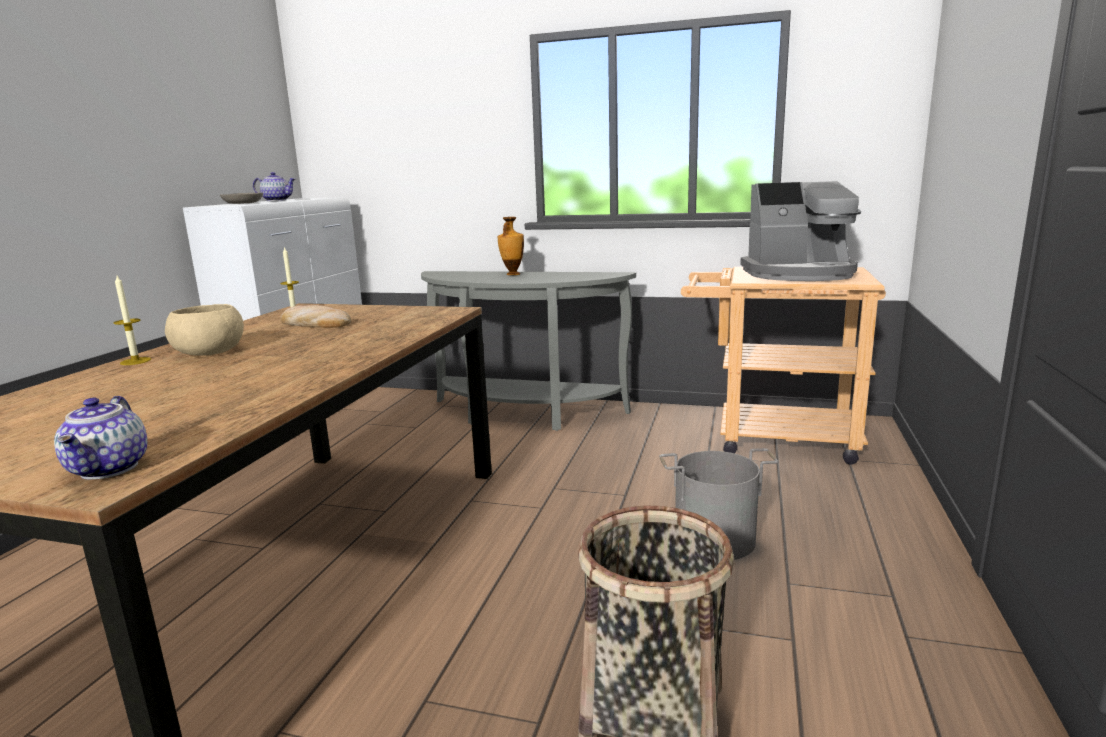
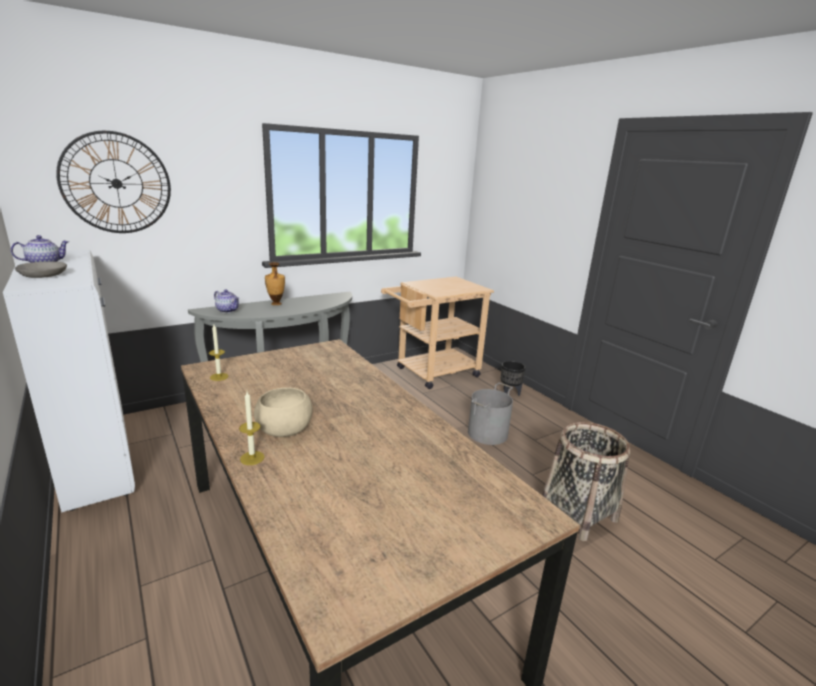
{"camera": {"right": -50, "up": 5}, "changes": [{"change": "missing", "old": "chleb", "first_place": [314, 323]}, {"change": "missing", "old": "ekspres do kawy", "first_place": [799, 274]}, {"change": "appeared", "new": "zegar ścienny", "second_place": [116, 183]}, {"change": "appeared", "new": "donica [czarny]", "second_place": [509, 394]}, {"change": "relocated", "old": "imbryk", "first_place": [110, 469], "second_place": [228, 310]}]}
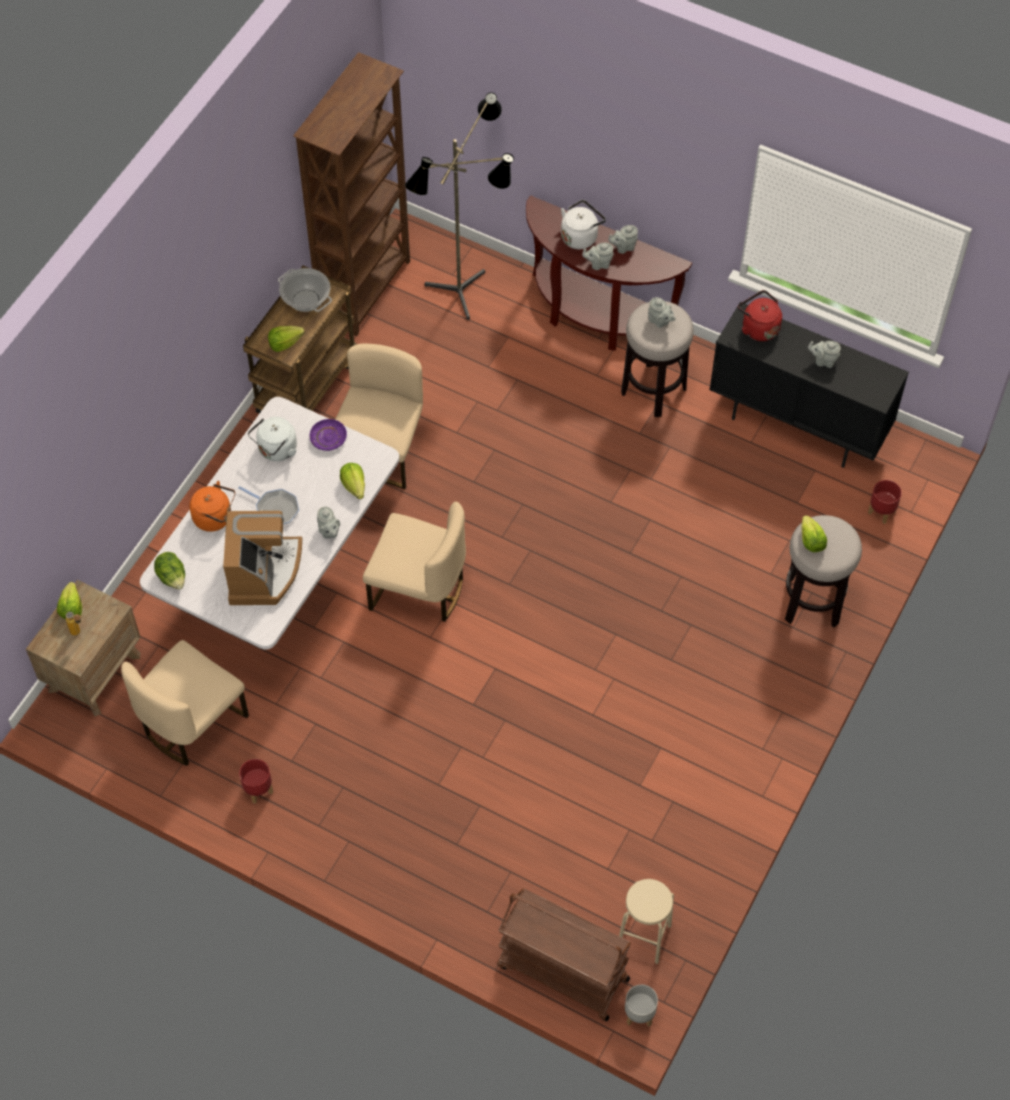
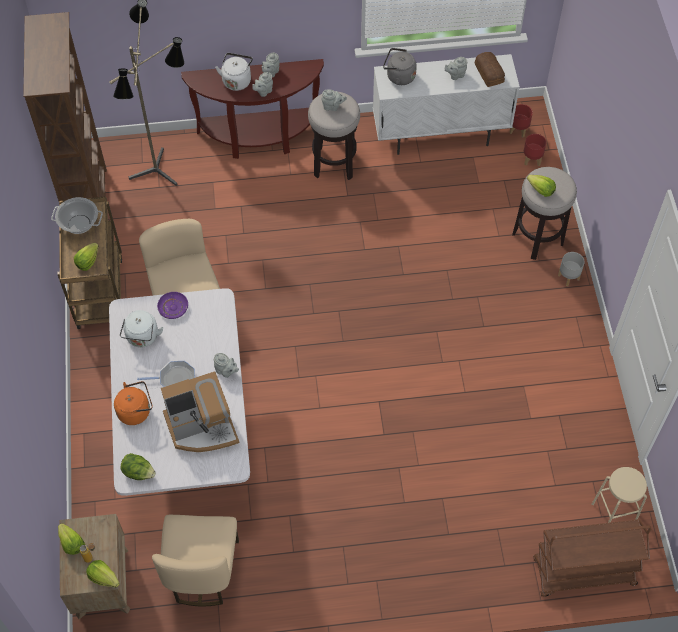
{"camera": {"right": -35, "up": 0}, "changes": [{"change": "missing", "old": "krzesło [beżowy]", "first_place": [418, 590]}, {"change": "appeared", "new": "chleb", "second_place": [489, 73]}, {"change": "relocated", "old": "donica [czerwony]", "first_place": [257, 790], "second_place": [518, 130]}, {"change": "relocated", "old": "sałata", "first_place": [354, 486], "second_place": [104, 577]}, {"change": "relocated", "old": "donica [szary]", "first_place": [639, 1014], "second_place": [568, 277]}, {"change": "colour", "old": "szafka [czarny]", "new": "szafka [biały]", "first_place": [798, 425], "second_place": [440, 135]}, {"change": "colour", "old": "czajnik [czerwony]", "new": "czajnik [szary]", "first_place": [758, 327], "second_place": [398, 76]}, {"change": "spun", "old": "ekspres do kawy", "first_place": [263, 572], "second_place": [202, 427], "degrees": 105}]}
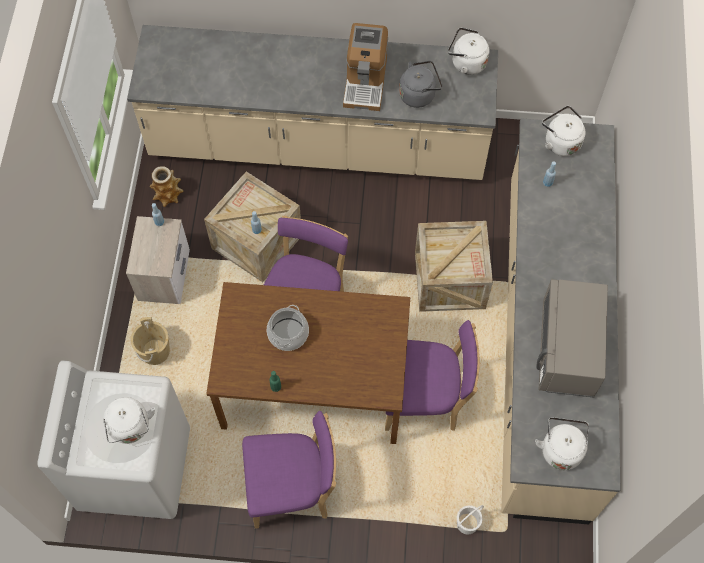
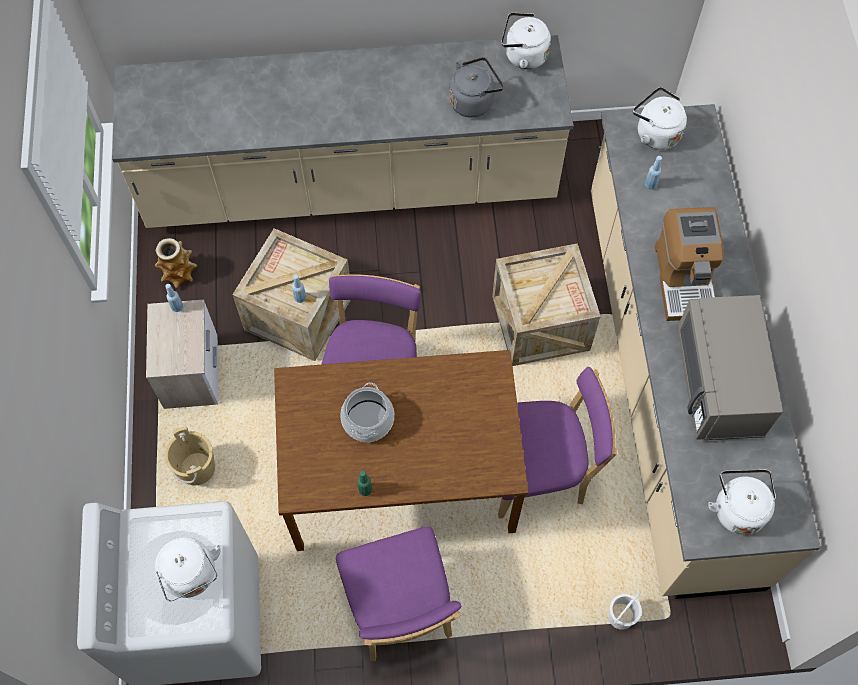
{"camera": {"right": -10, "up": 0}, "changes": [{"change": "relocated", "old": "ekspres do kawy", "first_place": [365, 81], "second_place": [684, 279]}, {"change": "spun", "old": "krzesło [fioletowy]", "first_place": [293, 490], "second_place": [400, 611], "degrees": 90}]}
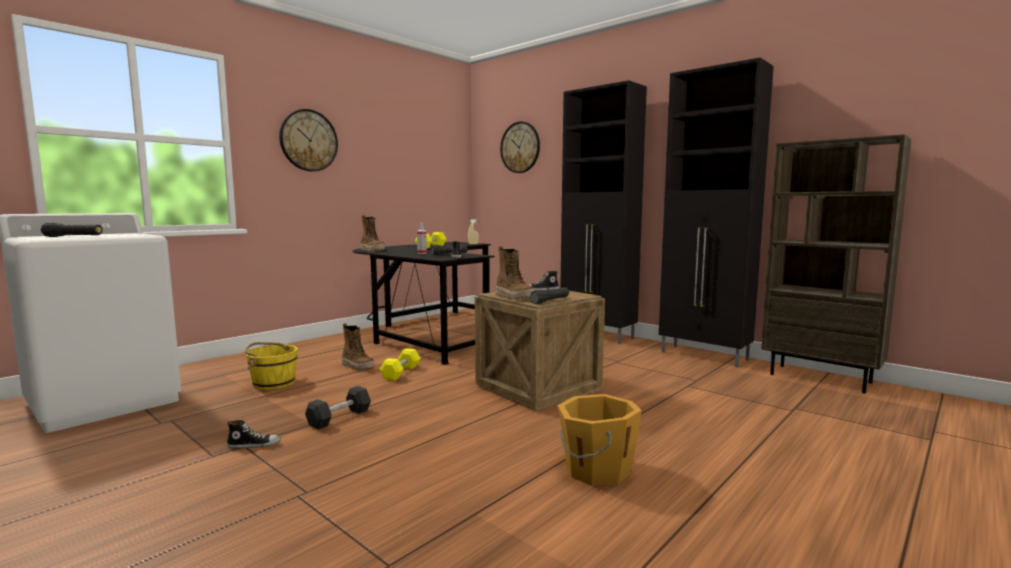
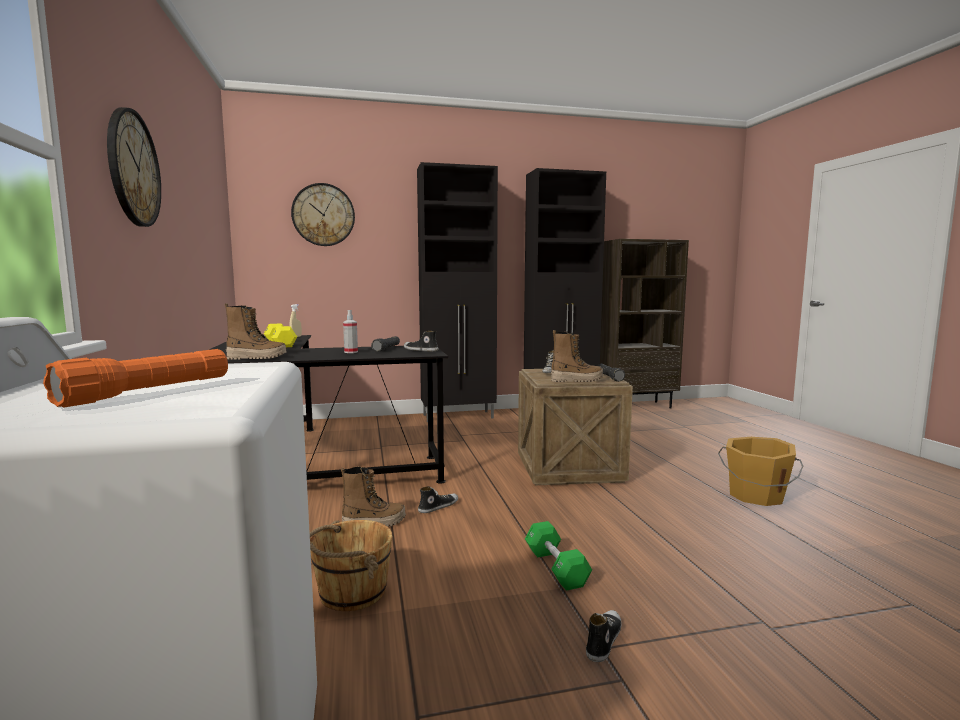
{"camera": {"right": -55, "up": 0}, "changes": [{"change": "exchanged", "old": "hantel [żółty]", "new": "but", "first_place": [401, 372], "second_place": [438, 506]}, {"change": "colour", "old": "latarka [czarny]", "new": "latarka [pomarańczowy]", "first_place": [73, 236], "second_place": [148, 393]}, {"change": "colour", "old": "wiadro [żółty]", "new": "wiadro [brązowy]", "first_place": [273, 383], "second_place": [351, 592]}, {"change": "colour", "old": "hantel [czarny]", "new": "hantel [zielony]", "first_place": [339, 417], "second_place": [556, 568]}]}
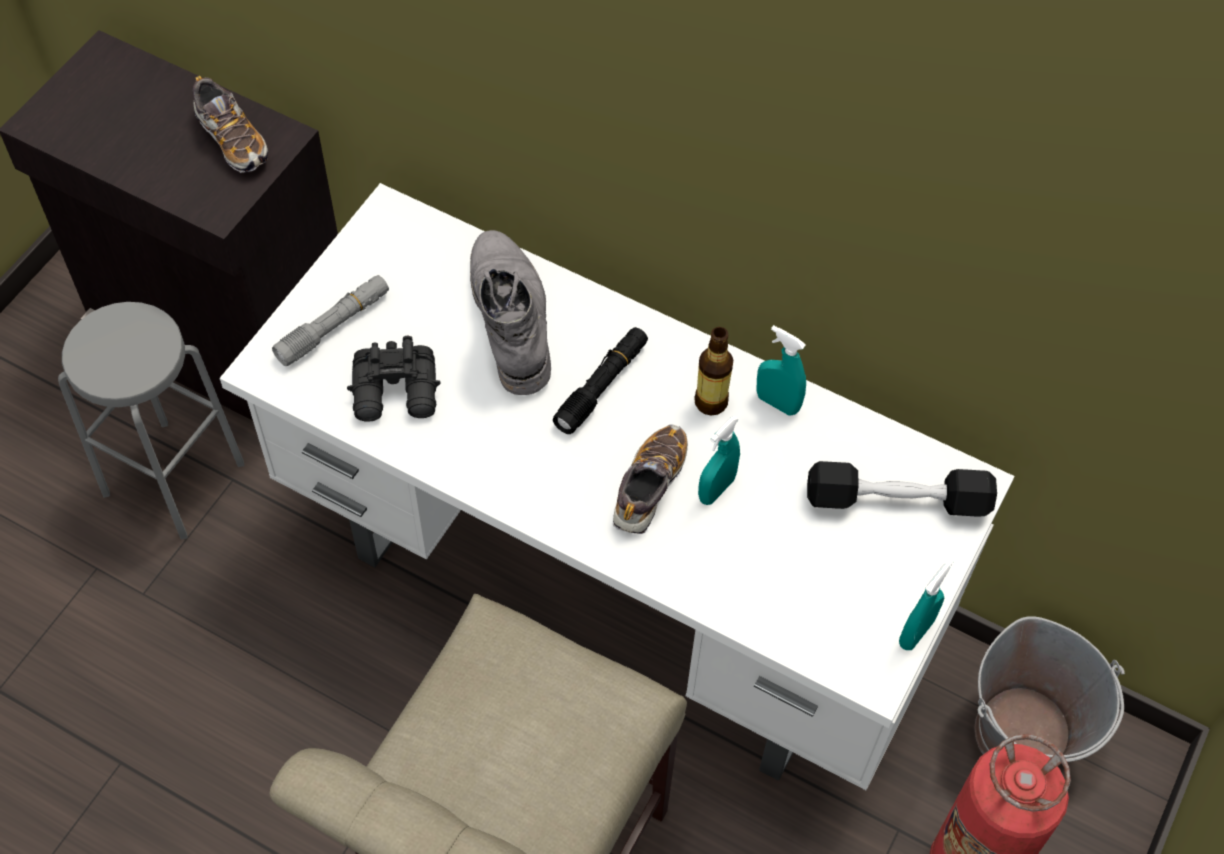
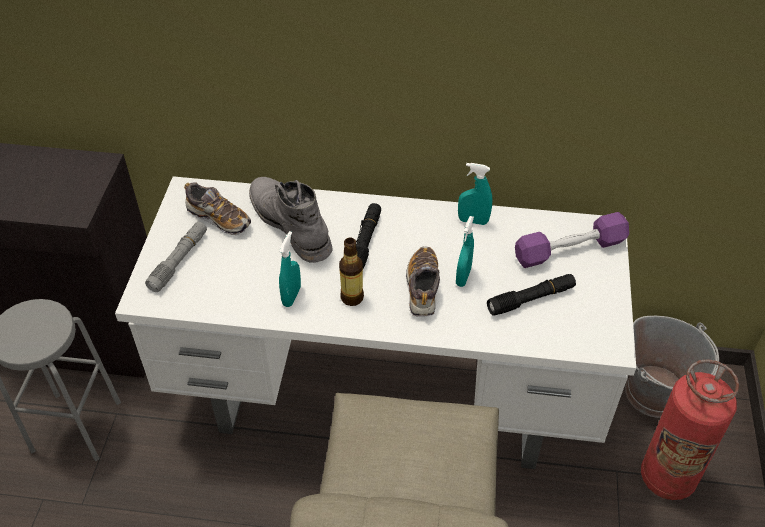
{"camera": {"right": -20, "up": -10}, "changes": [{"change": "missing", "old": "lornetka [czarny]", "first_place": [397, 393]}, {"change": "appeared", "new": "latarka [czarny]", "second_place": [531, 299]}, {"change": "relocated", "old": "but", "first_place": [232, 139], "second_place": [219, 218]}, {"change": "relocated", "old": "butelka", "first_place": [711, 402], "second_place": [352, 297]}, {"change": "relocated", "old": "spryskiwacz [turkusowy]", "first_place": [916, 632], "second_place": [291, 296]}, {"change": "colour", "old": "hantel [czarny]", "new": "hantel [fioletowy]", "first_place": [897, 500], "second_place": [569, 250]}]}
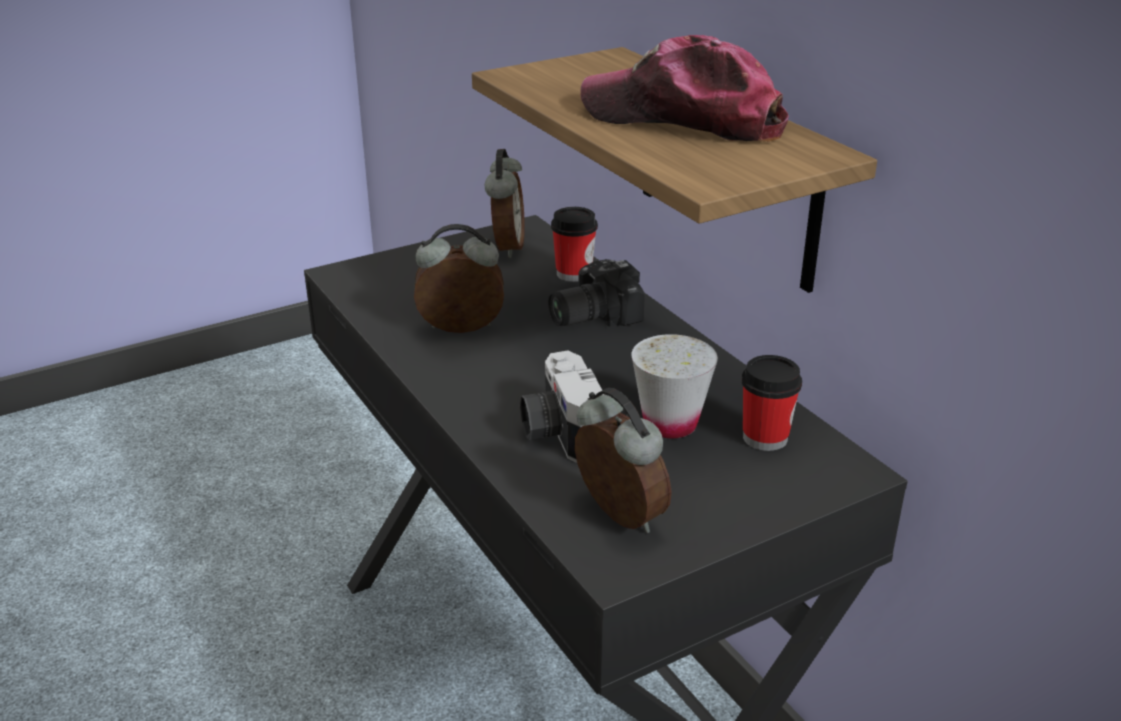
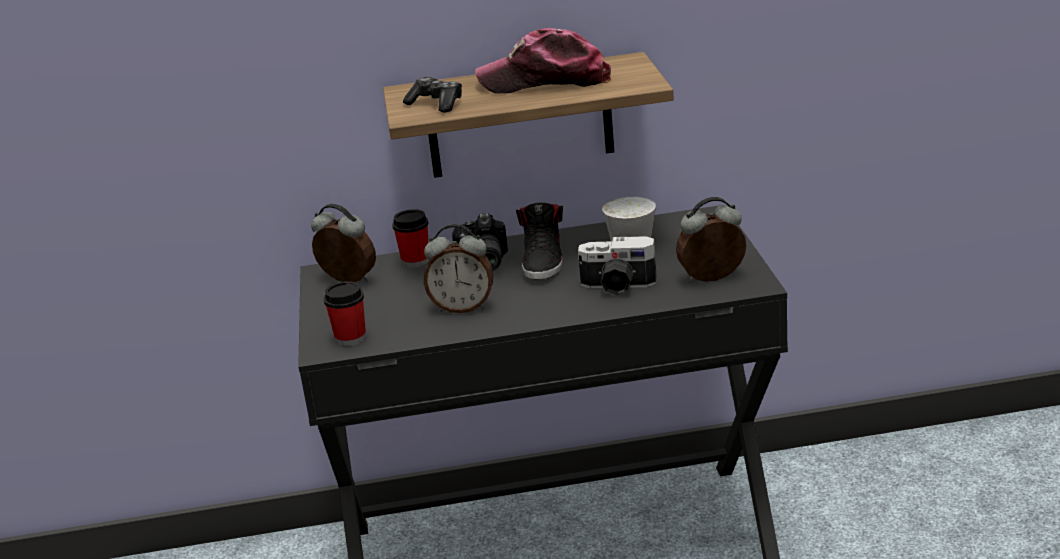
{"camera": {"right": -65, "up": -5}, "changes": [{"change": "appeared", "new": "pad do gier", "second_place": [436, 104]}, {"change": "appeared", "new": "but [czarny]", "second_place": [544, 261]}, {"change": "relocated", "old": "filiżanka", "first_place": [765, 437], "second_place": [350, 338]}, {"change": "spun", "old": "budzik", "first_place": [461, 330], "second_place": [462, 308], "degrees": -105}, {"change": "spun", "old": "czapka z daszkiem", "first_place": [684, 119], "second_place": [545, 81], "degrees": 45}]}
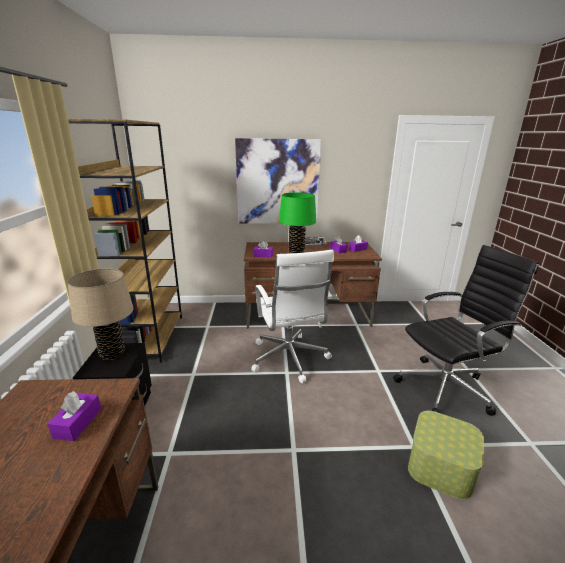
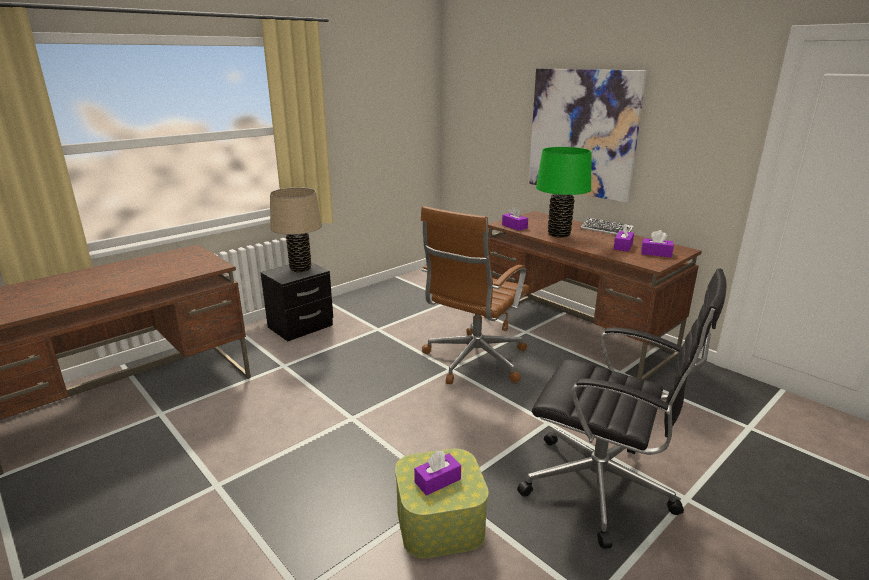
{"camera": {"right": 50, "up": 0}, "changes": [{"change": "missing", "old": "regał [brązowy]", "first_place": [151, 337]}, {"change": "relocated", "old": "pudełko chusteczek [fioletowy]", "first_place": [78, 423], "second_place": [437, 481]}, {"change": "colour", "old": "krzesło biurowe [biały]", "new": "krzesło biurowe [brązowy]", "first_place": [289, 359], "second_place": [473, 361]}]}
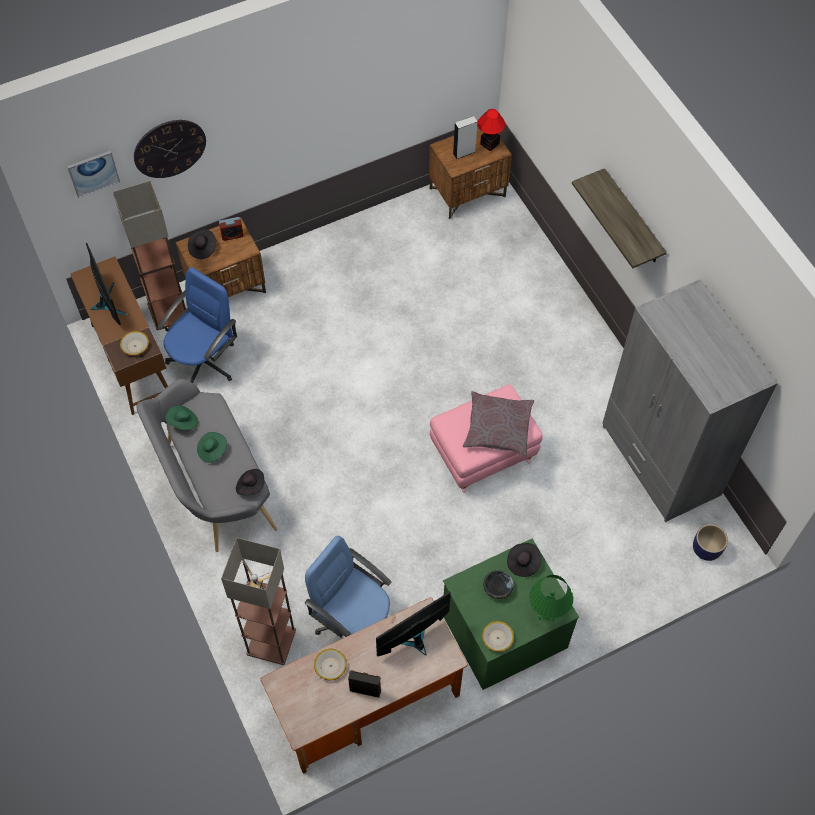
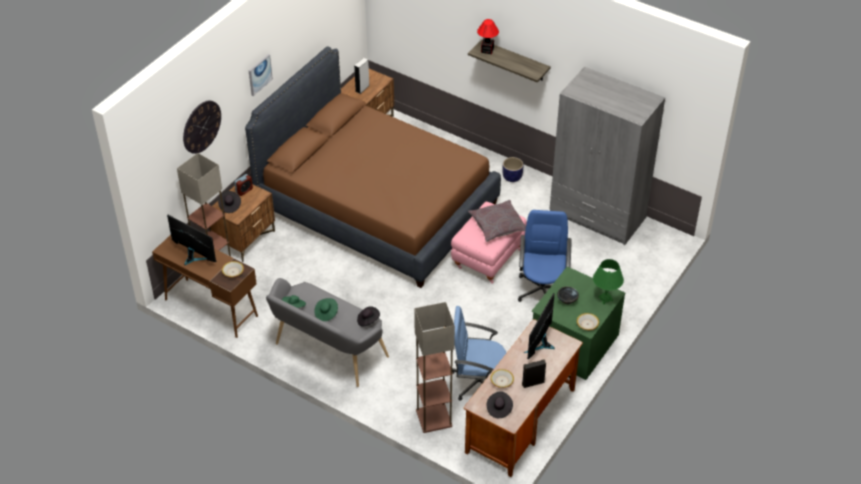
{"camera": {"right": -30, "up": -15}, "changes": [{"change": "appeared", "new": "łóżko [brązowy]", "second_place": [377, 206]}, {"change": "relocated", "old": "obraz", "first_place": [93, 173], "second_place": [259, 74]}, {"change": "relocated", "old": "krzesło biurowe [niebieski]", "first_place": [204, 362], "second_place": [542, 289]}, {"change": "relocated", "old": "lampa stołowa", "first_place": [489, 144], "second_place": [487, 50]}, {"change": "relocated", "old": "kapelusz [czarny]", "first_place": [523, 563], "second_place": [499, 409]}, {"change": "relocated", "old": "donica", "first_place": [706, 549], "second_place": [512, 177]}]}
